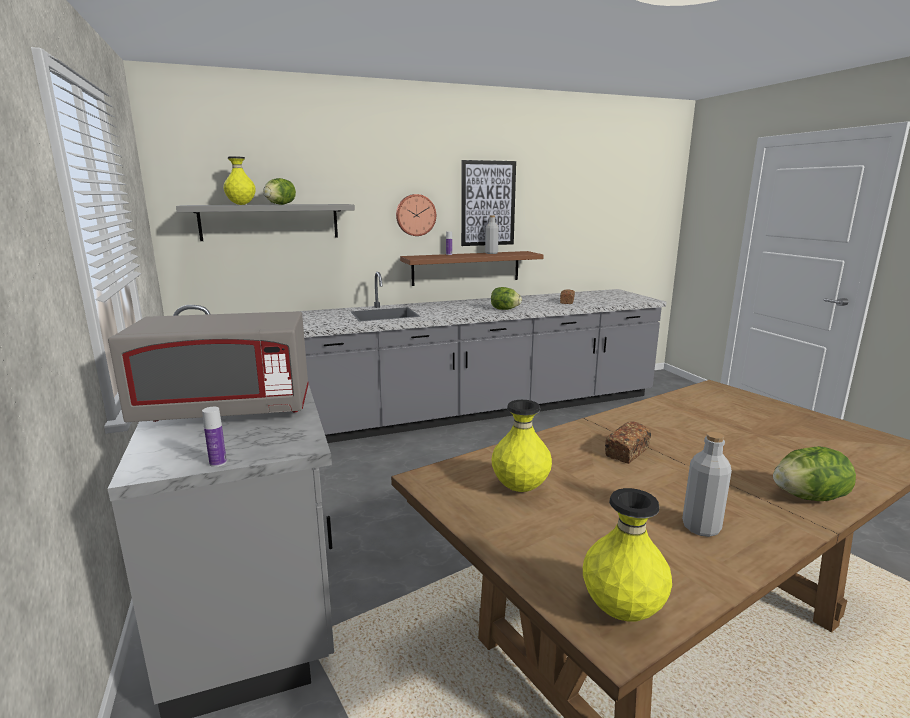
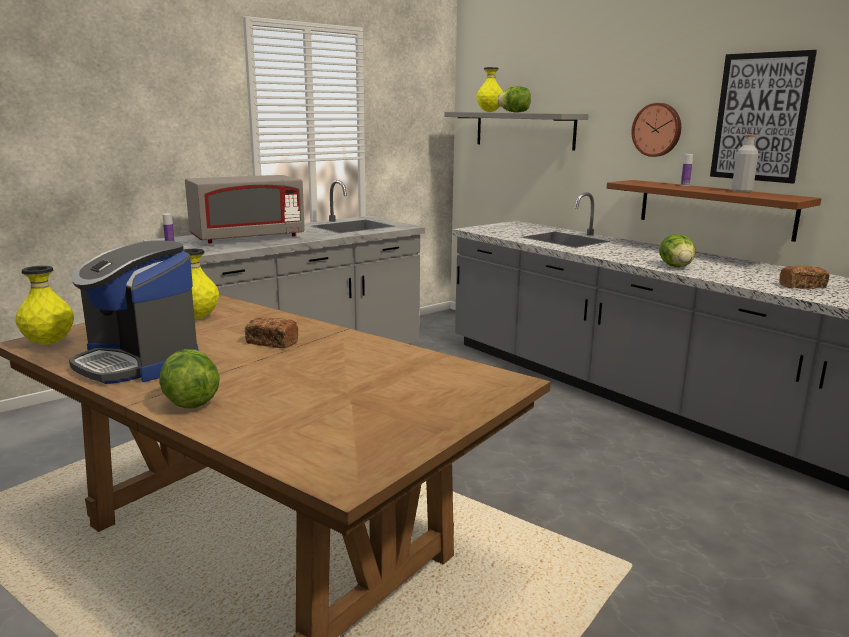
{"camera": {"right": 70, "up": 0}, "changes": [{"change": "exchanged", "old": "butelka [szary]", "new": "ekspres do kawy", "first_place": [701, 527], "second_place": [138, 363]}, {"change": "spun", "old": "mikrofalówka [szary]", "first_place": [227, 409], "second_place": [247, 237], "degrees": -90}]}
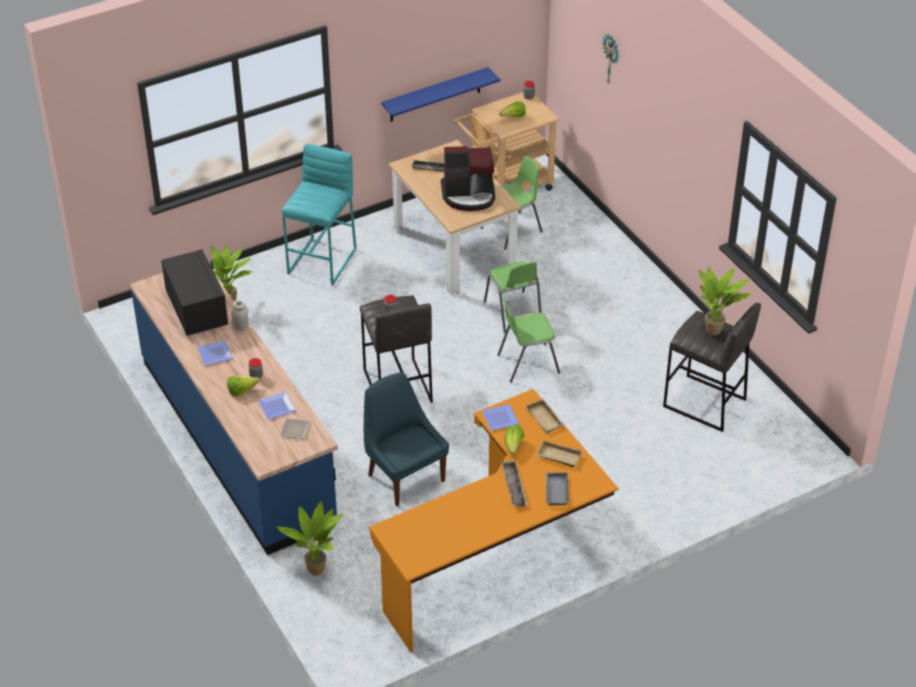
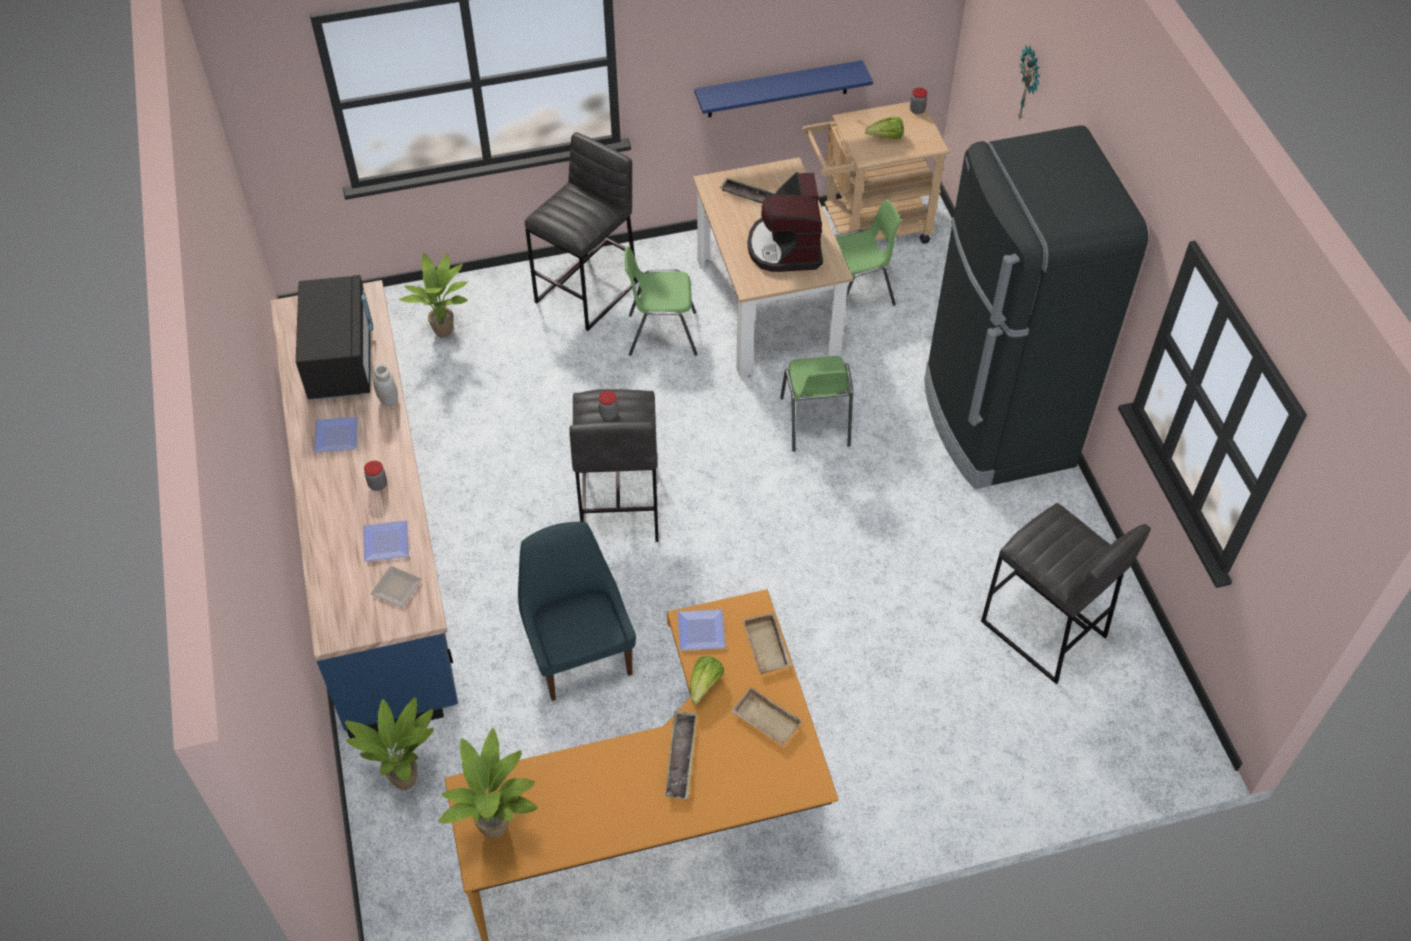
{"camera": {"right": 15, "up": 10}, "changes": [{"change": "missing", "old": "sałata", "first_place": [241, 391]}, {"change": "missing", "old": "taca [szary]", "first_place": [555, 491]}, {"change": "appeared", "new": "lodówka [czarny]", "second_place": [996, 424]}, {"change": "relocated", "old": "krzesło [zielony]", "first_place": [527, 363], "second_place": [661, 334]}, {"change": "relocated", "old": "roślina doniczkowa", "first_place": [716, 331], "second_place": [499, 828]}, {"change": "colour", "old": "stołek [turkusowy]", "new": "stołek [szary]", "first_place": [323, 261], "second_place": [588, 292]}, {"change": "spun", "old": "ekspres do kawy", "first_place": [469, 195], "second_place": [785, 247], "degrees": 75}]}
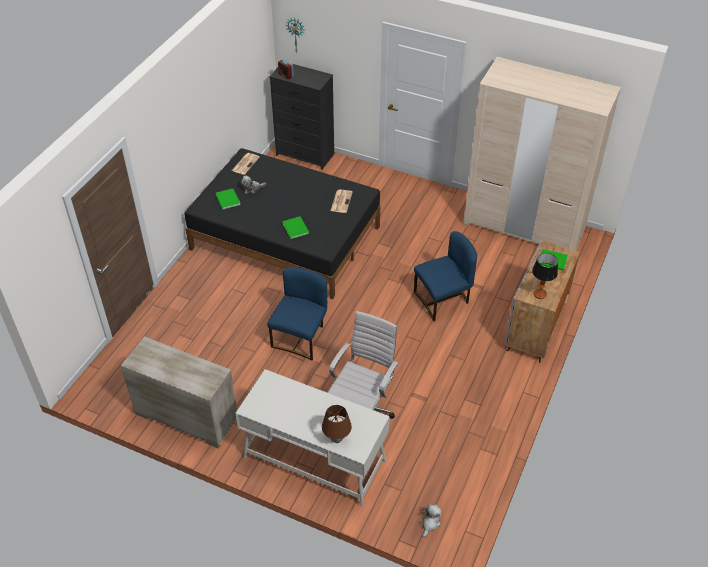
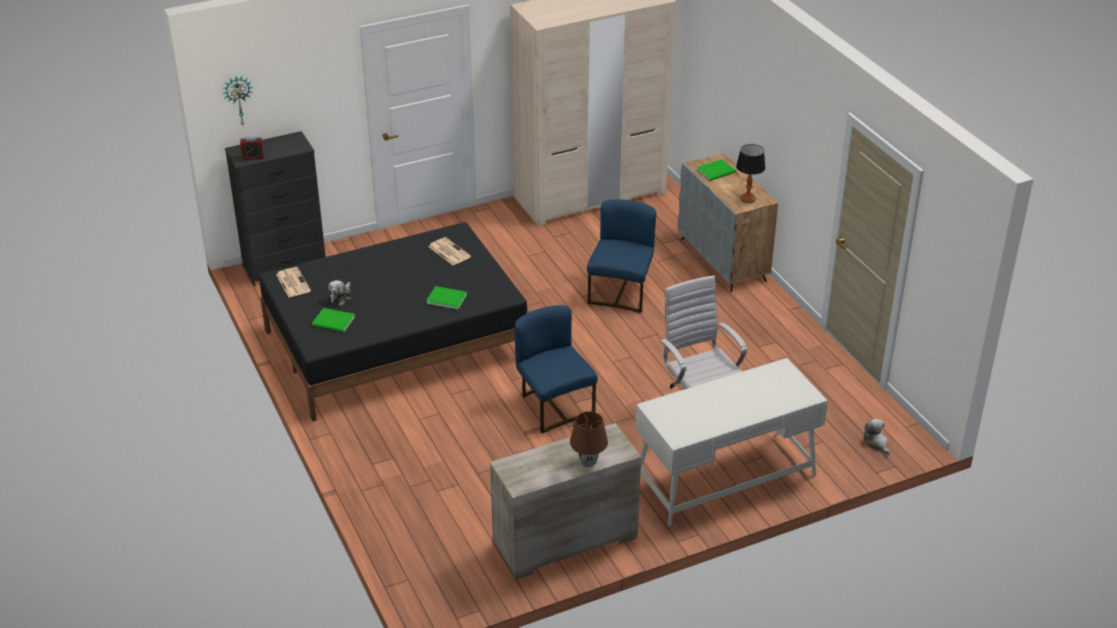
{"camera": {"right": -50, "up": -10}, "changes": [{"change": "relocated", "old": "lampa stołowa [brązowy]", "first_place": [337, 439], "second_place": [589, 463]}]}
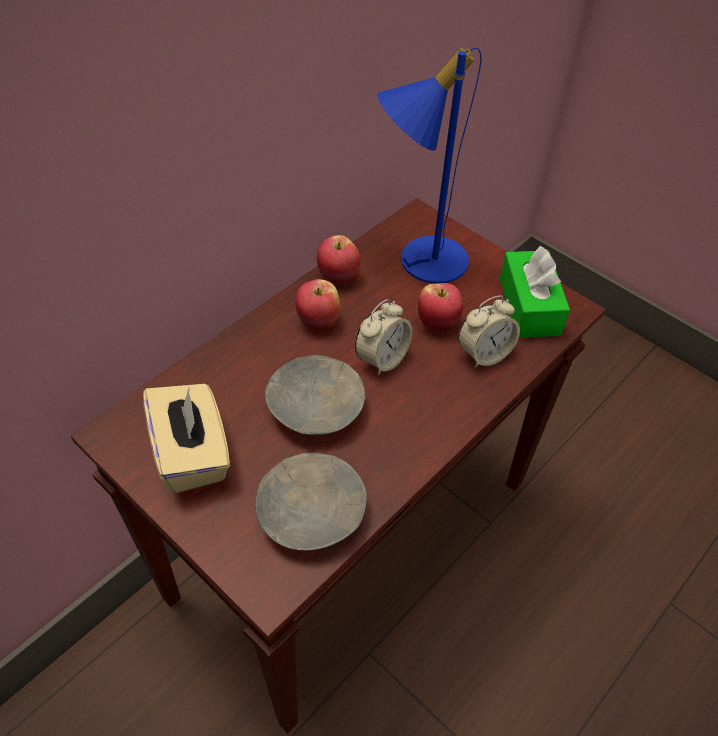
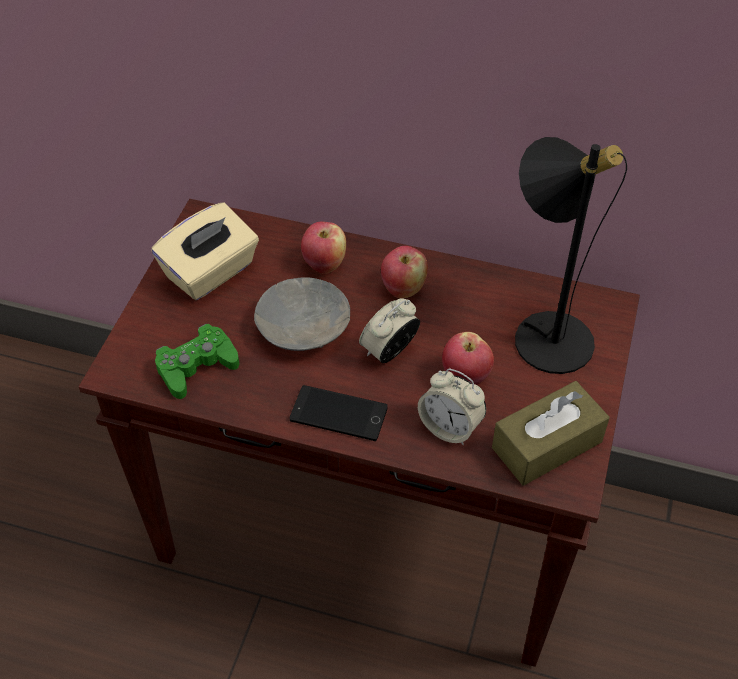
{"camera": {"right": 65, "up": 0}, "changes": [{"change": "appeared", "new": "telefon", "second_place": [338, 414]}, {"change": "relocated", "old": "jabłko", "first_place": [338, 276], "second_place": [324, 264]}, {"change": "exchanged", "old": "miska [szary]", "new": "pad do gier [zielony]", "first_place": [310, 511], "second_place": [196, 367]}, {"change": "colour", "old": "lampa stołowa [niebieski]", "new": "lampa stołowa [czarny]", "first_place": [420, 258], "second_place": [546, 330]}, {"change": "colour", "old": "pudełko chusteczek [zielony]", "new": "pudełko chusteczek [brązowy]", "first_place": [529, 306], "second_place": [547, 445]}, {"change": "spun", "old": "budzik", "first_place": [382, 359], "second_place": [389, 351], "degrees": 120}]}
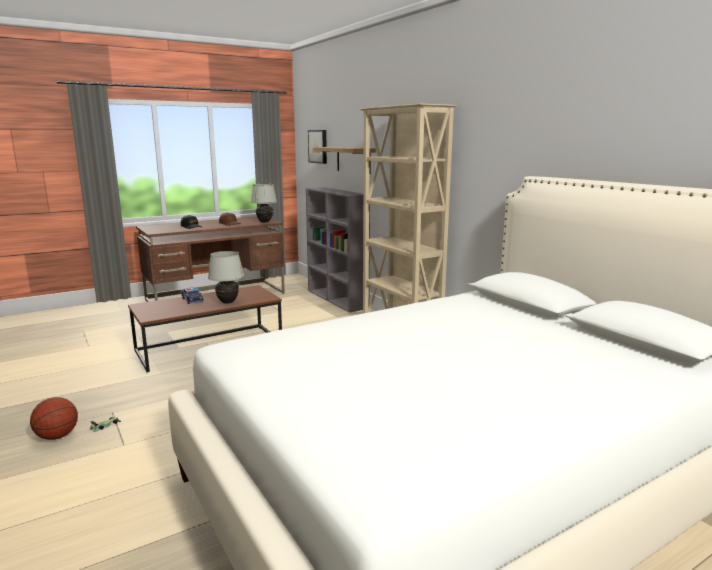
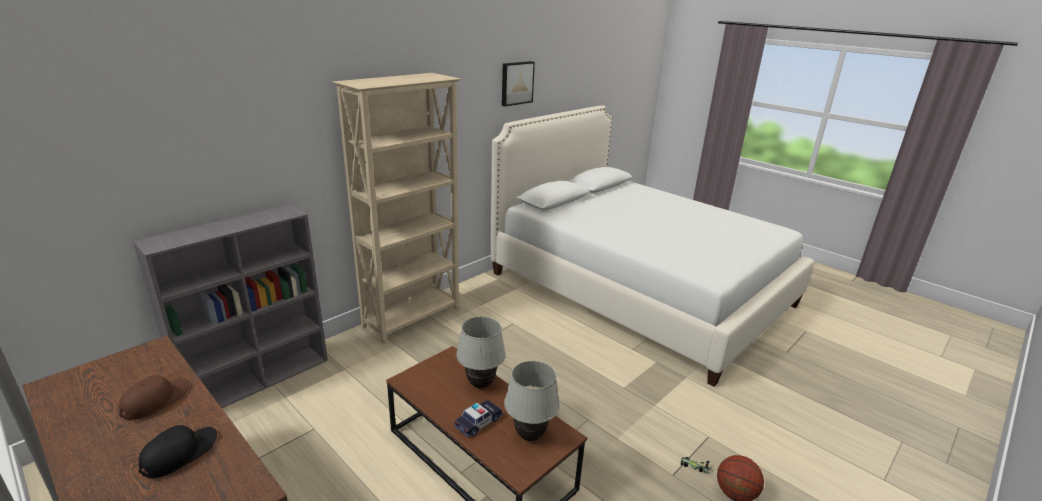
{"camera": {"right": -105, "up": 10}, "changes": [{"change": "missing", "old": "półka", "first_place": [353, 160]}, {"change": "relocated", "old": "lampa stołowa [biały]", "first_place": [264, 222], "second_place": [529, 436]}, {"change": "relocated", "old": "obraz", "first_place": [318, 146], "second_place": [516, 83]}]}
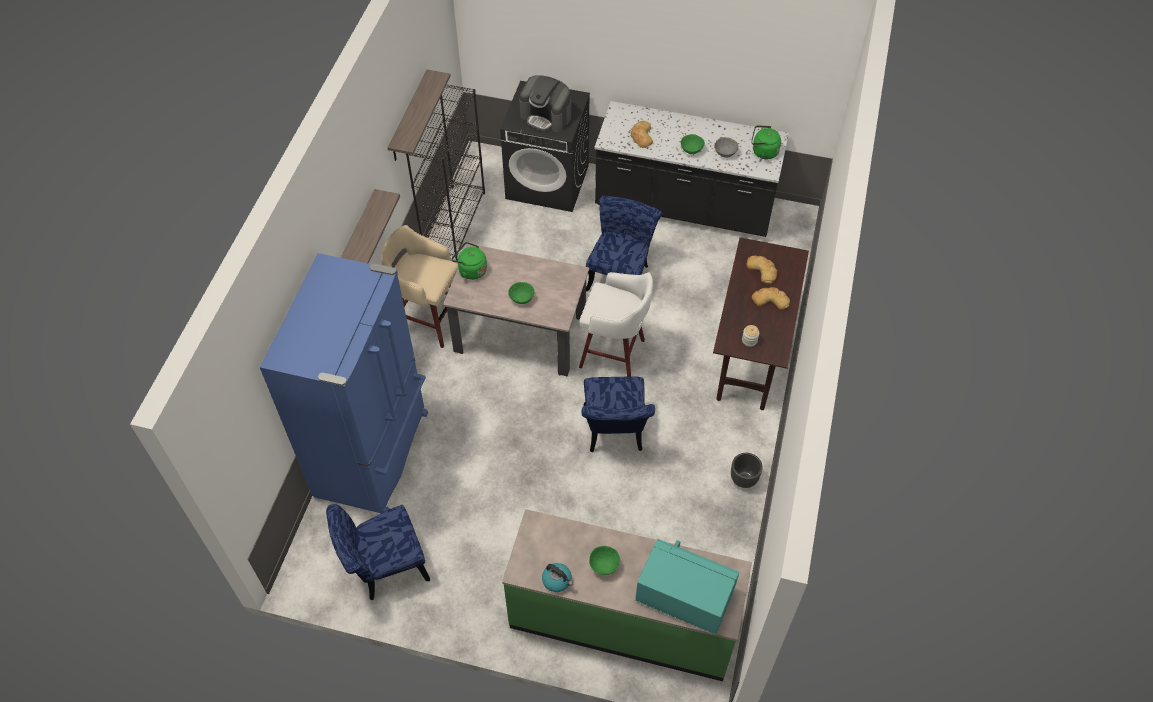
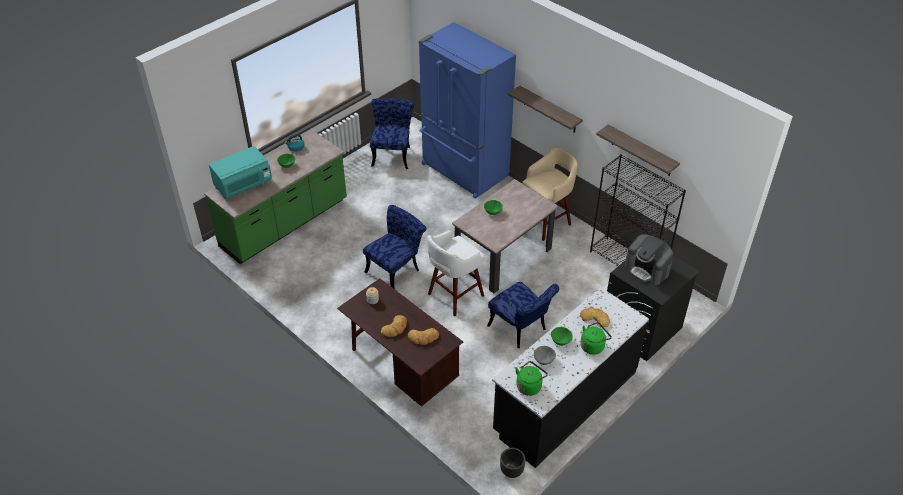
{"camera": {"right": 120, "up": -10}, "changes": [{"change": "relocated", "old": "czajnik [zielony]", "first_place": [471, 270], "second_place": [593, 346]}, {"change": "relocated", "old": "donica [czarny]", "first_place": [744, 480], "second_place": [511, 471]}, {"change": "spun", "old": "ekspres do kawy", "first_place": [546, 116], "second_place": [647, 269], "degrees": -105}, {"change": "spun", "old": "krzesło [niebieski]", "first_place": [614, 433], "second_place": [396, 269], "degrees": 105}]}
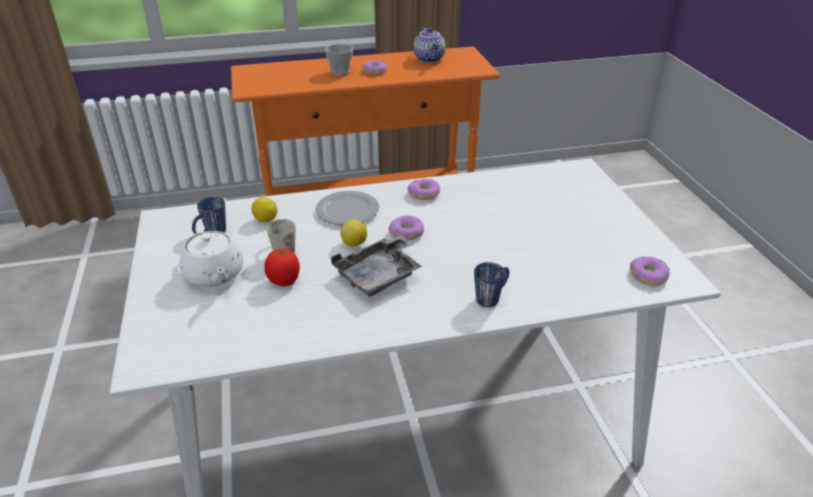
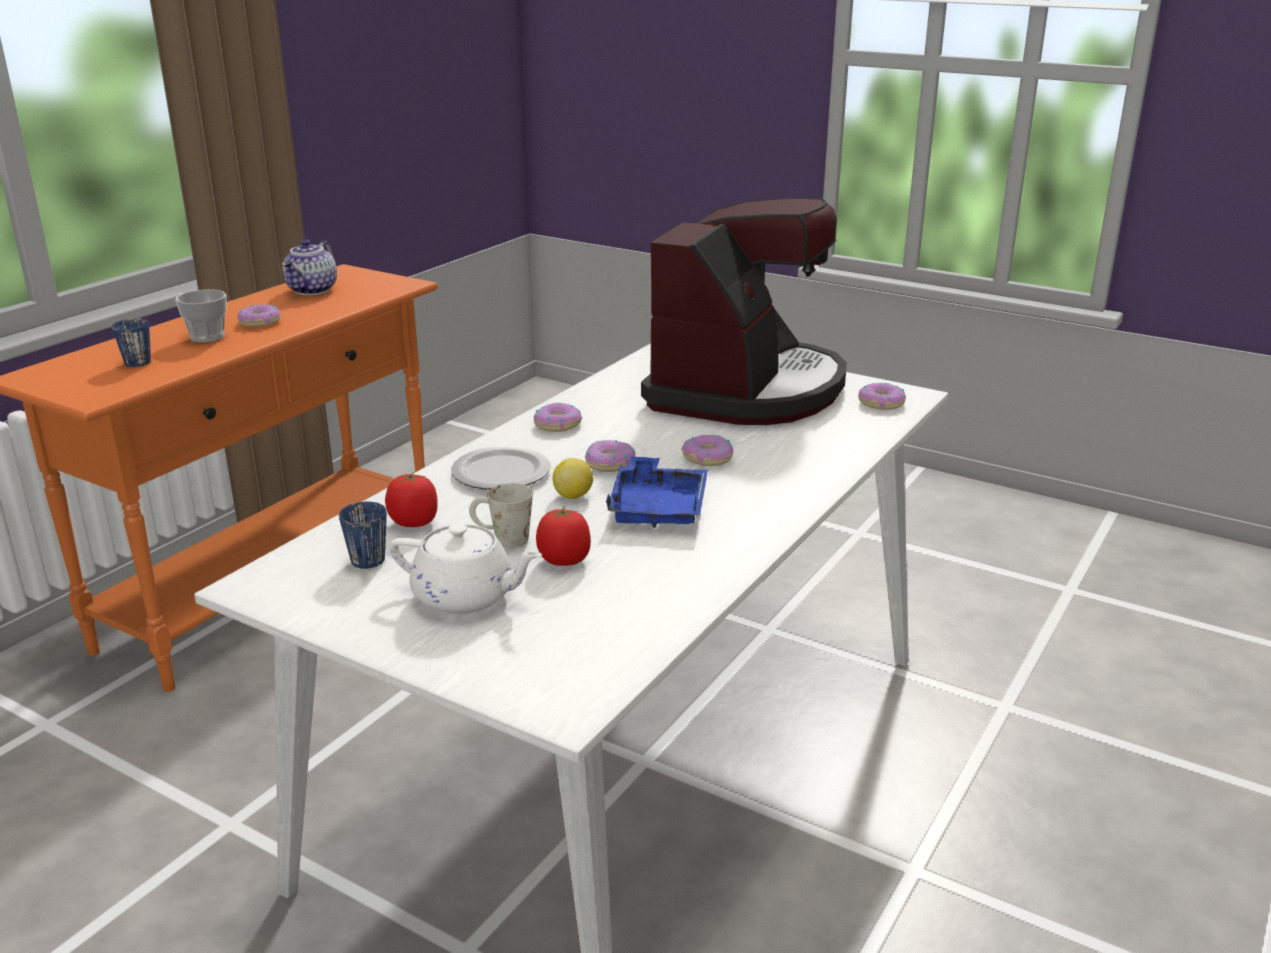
{"camera": {"right": -45, "up": -10}, "changes": [{"change": "appeared", "new": "ekspres do kawy", "second_place": [746, 390]}, {"change": "appeared", "new": "donut", "second_place": [707, 458]}, {"change": "relocated", "old": "kubek [niebieski]", "first_place": [492, 296], "second_place": [141, 359]}, {"change": "exchanged", "old": "cytryna", "new": "pomidor", "first_place": [265, 220], "second_place": [414, 522]}, {"change": "colour", "old": "taca [szary]", "new": "taca [niebieski]", "first_place": [379, 275], "second_place": [657, 508]}, {"change": "spun", "old": "imbryk", "first_place": [430, 59], "second_place": [313, 290], "degrees": 75}]}
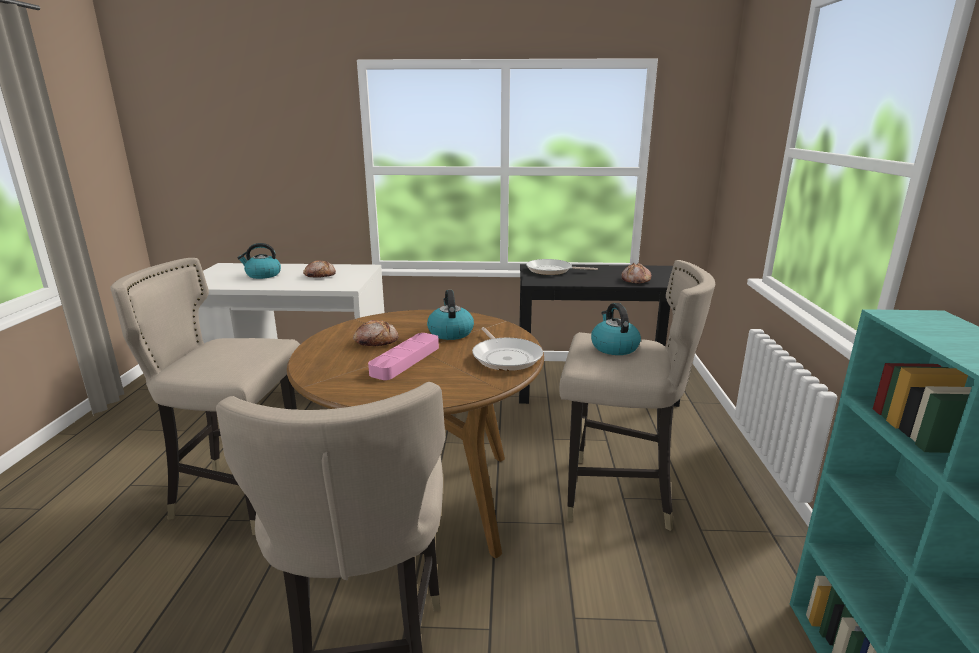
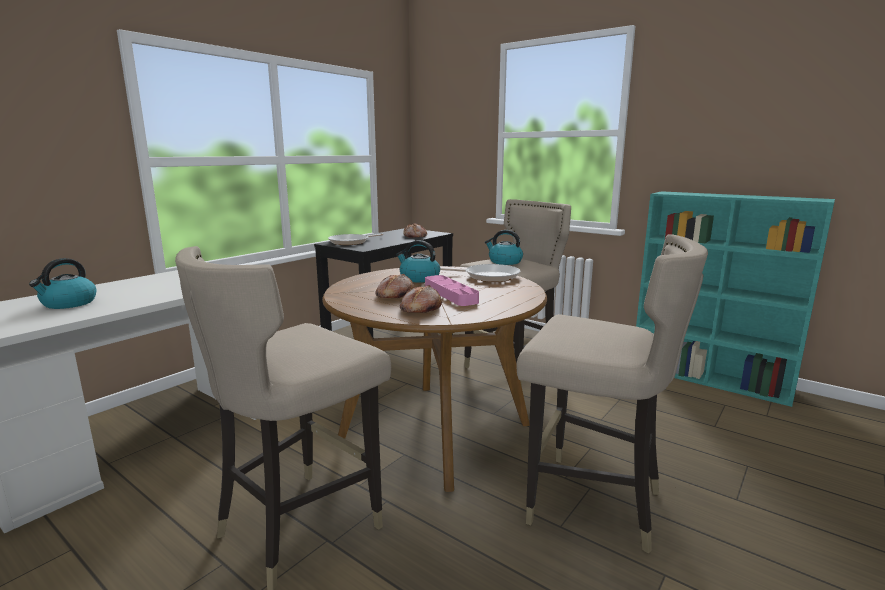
{"camera": {"right": -55, "up": -5}, "changes": [{"change": "relocated", "old": "chleb", "first_place": [319, 275], "second_place": [420, 309]}]}
